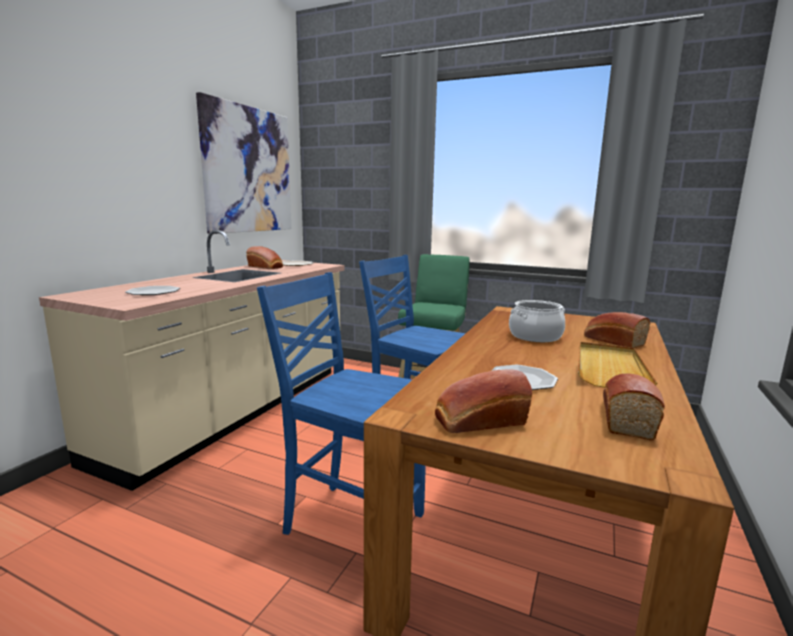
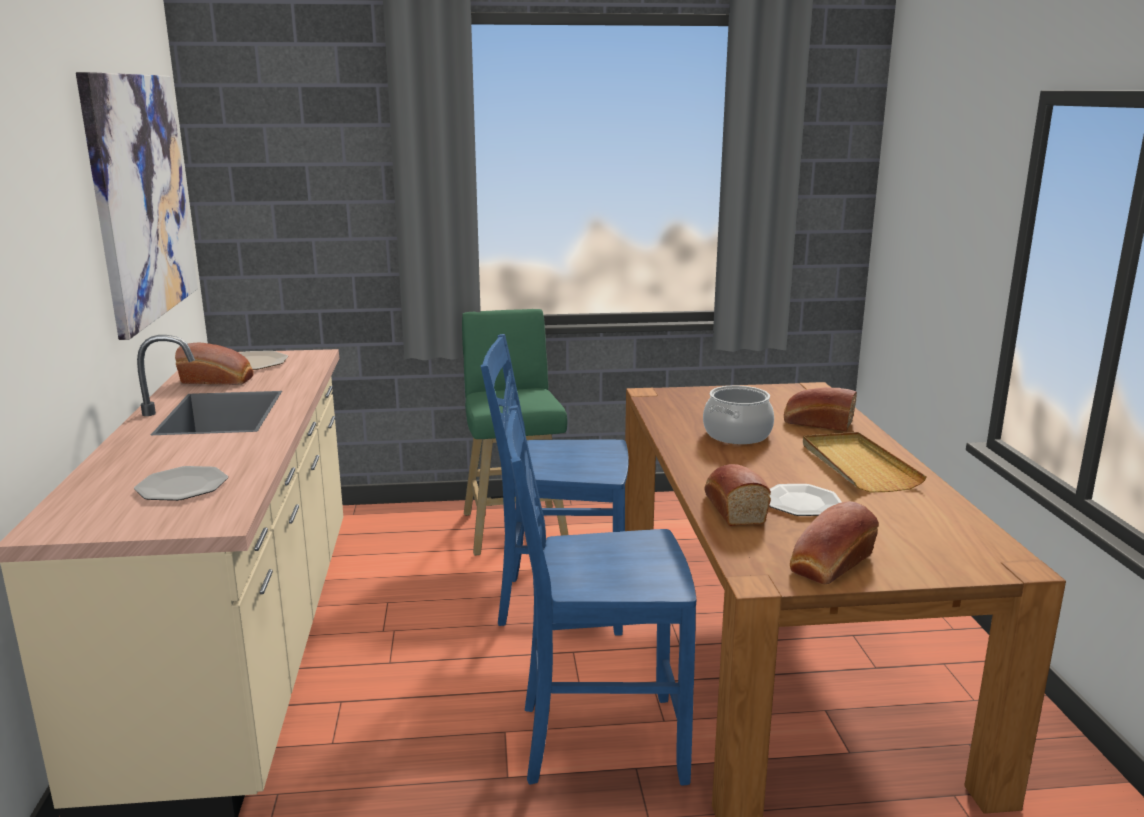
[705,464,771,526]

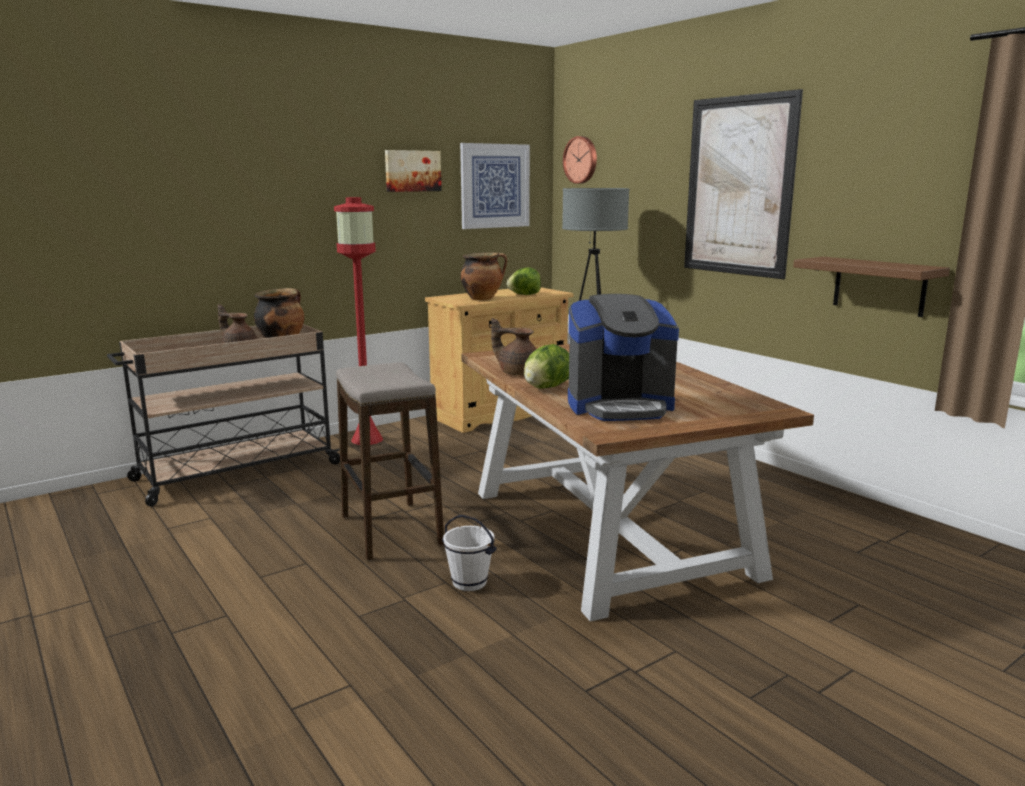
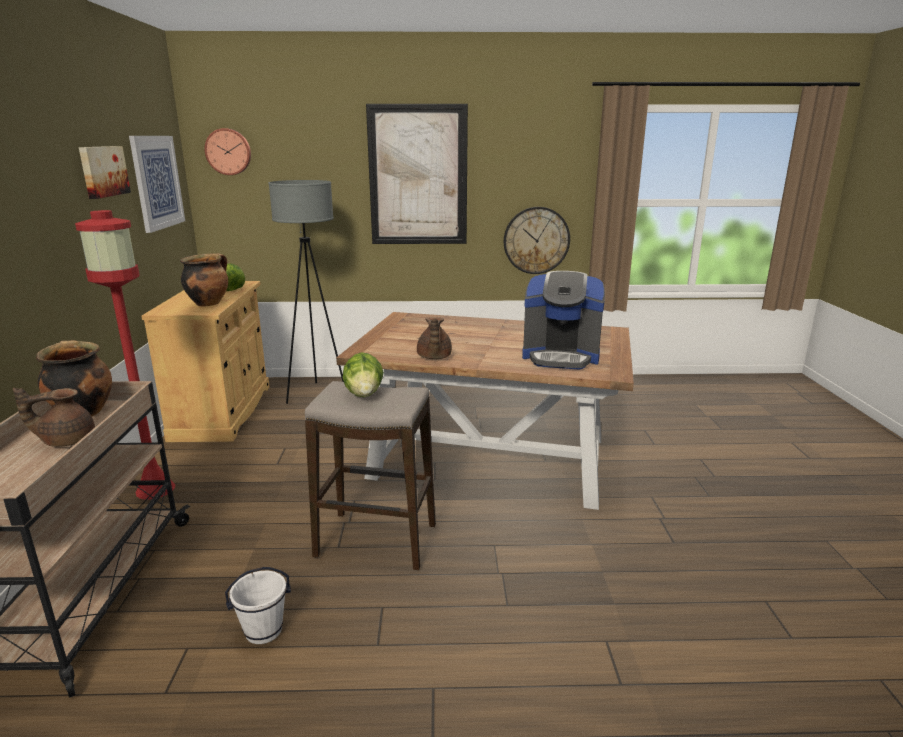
[225,567,291,644]
[417,317,452,359]
[342,352,384,397]
[522,271,605,369]
[504,207,570,274]

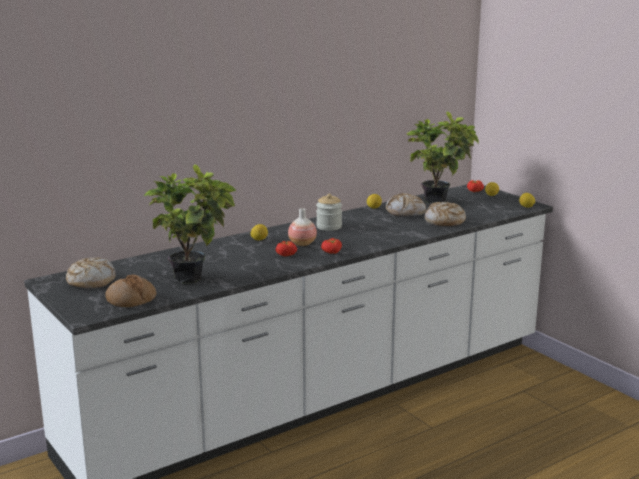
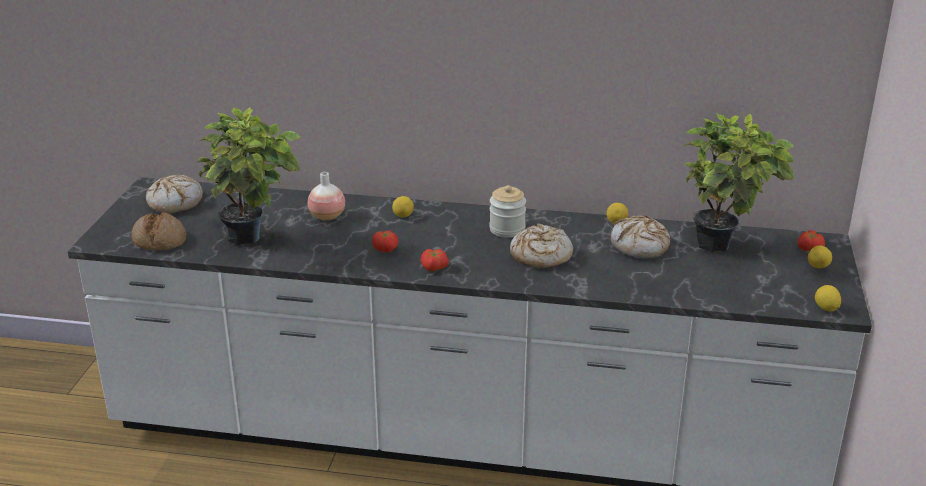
[308,172,345,221]
[510,223,573,268]

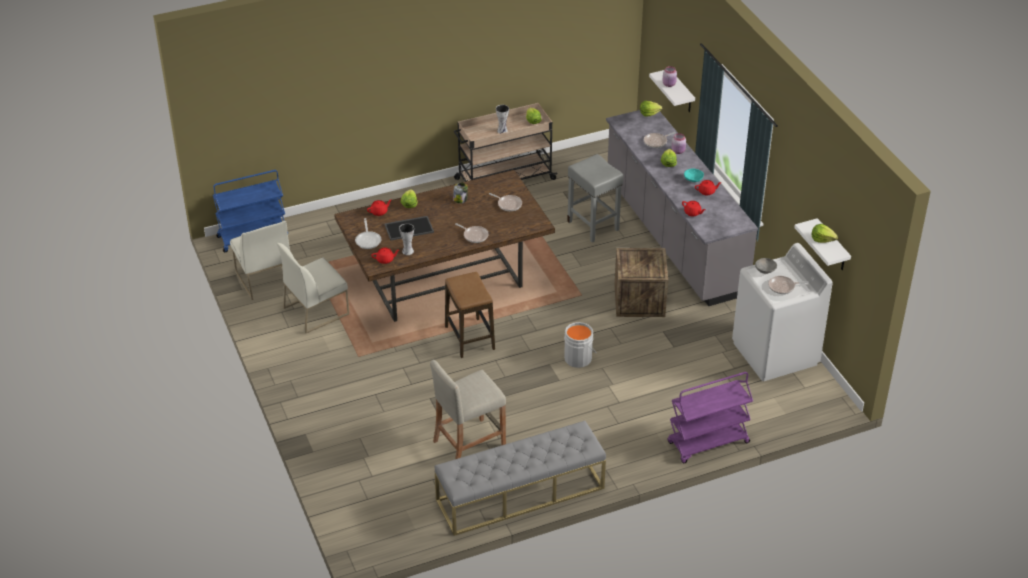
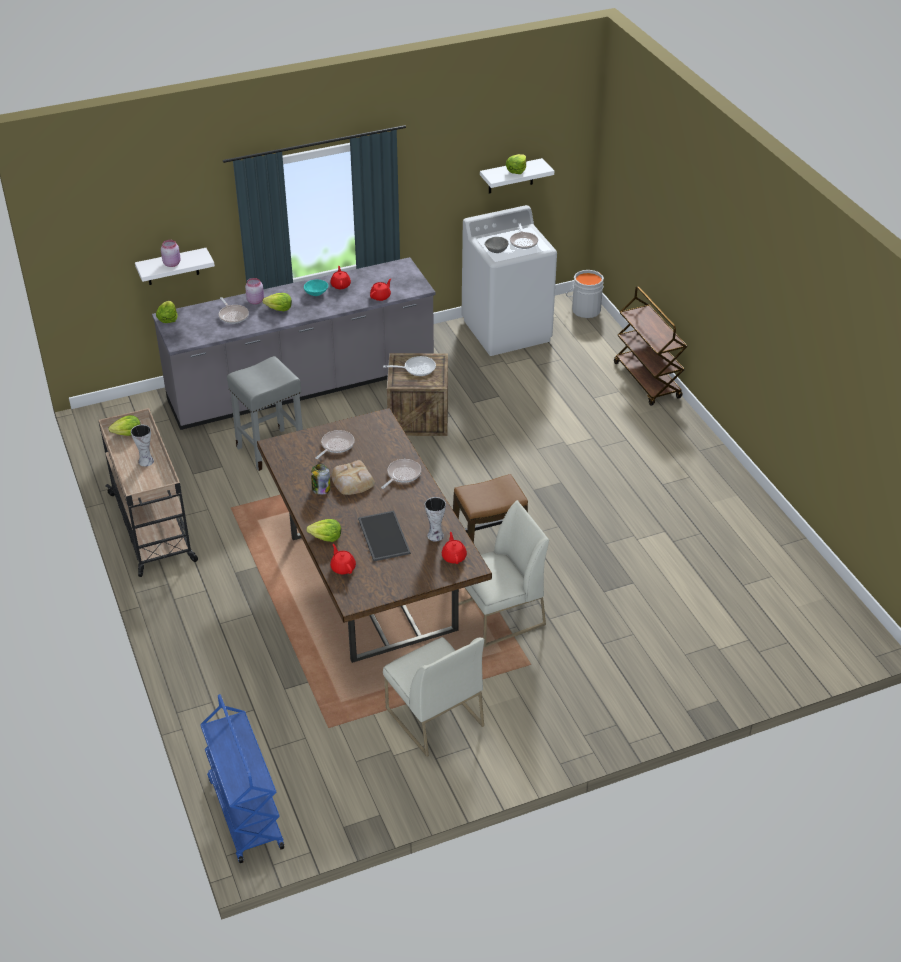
[459,500,549,647]
[383,356,436,376]
[430,360,506,459] (first image)
[434,421,606,536] (first image)
[566,270,604,318]
[614,286,688,406]
[331,460,375,495]

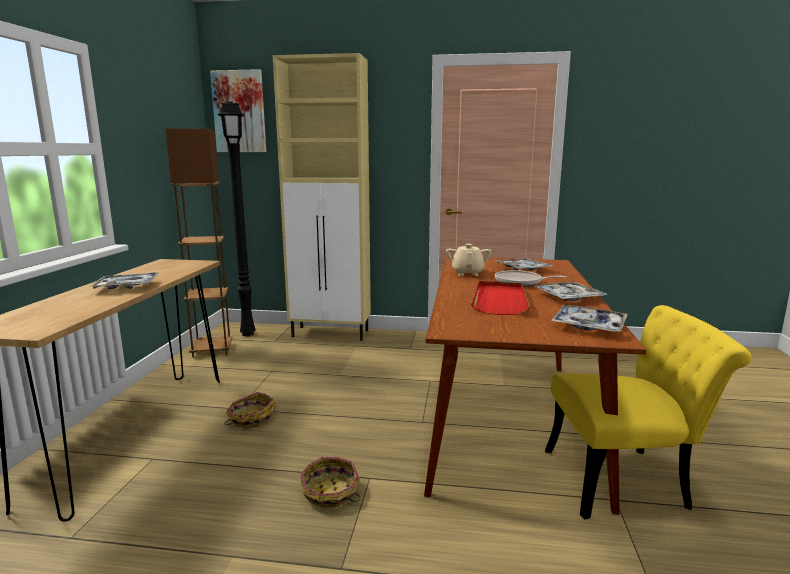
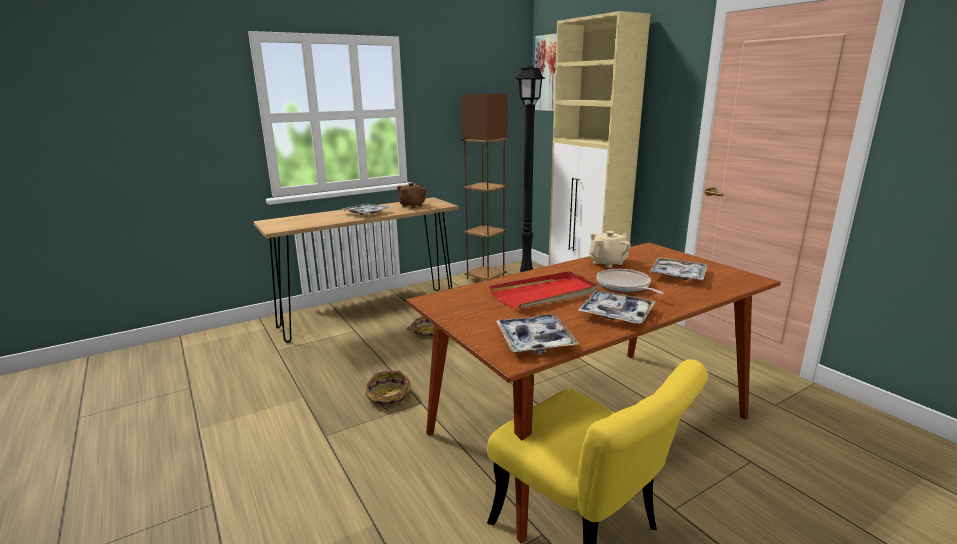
[397,183,426,208]

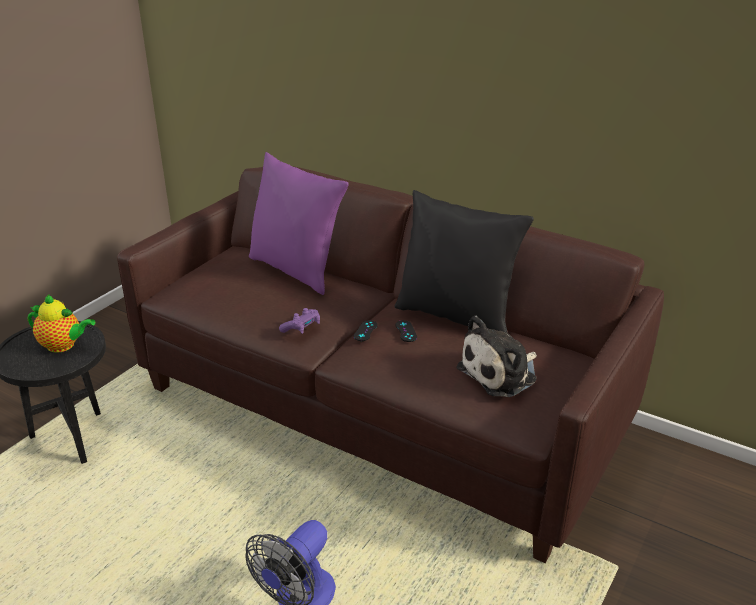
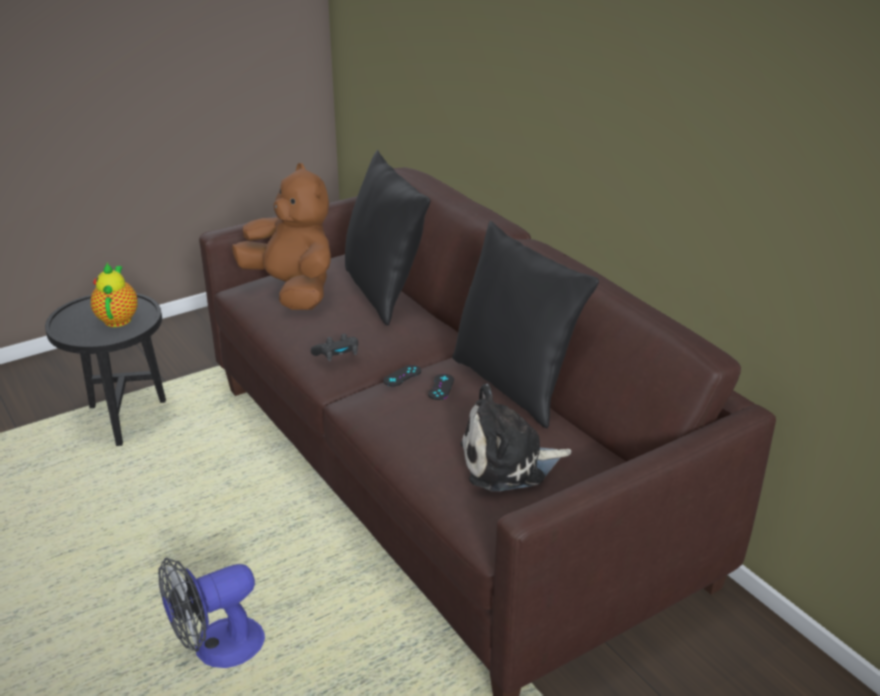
[91,262,138,327]
[345,150,430,326]
[311,334,358,361]
[232,163,331,310]

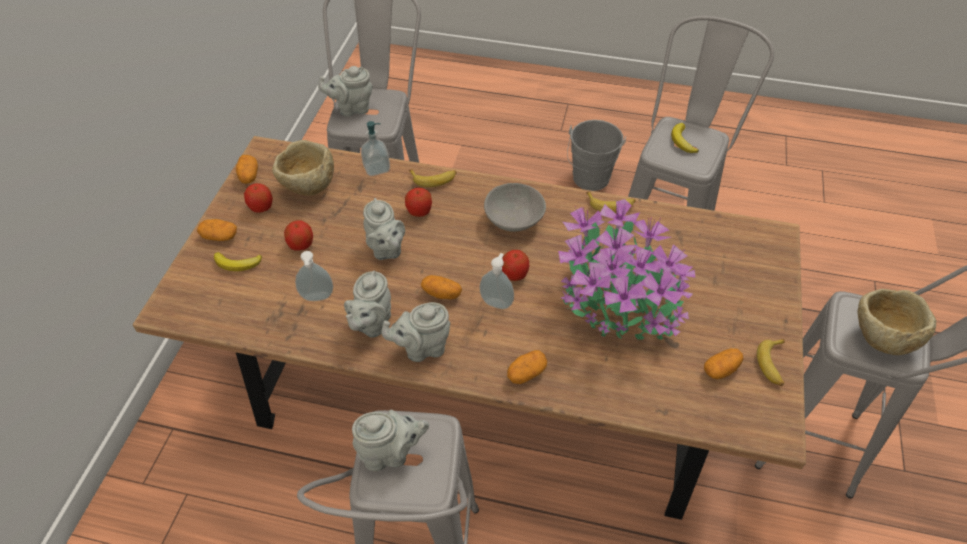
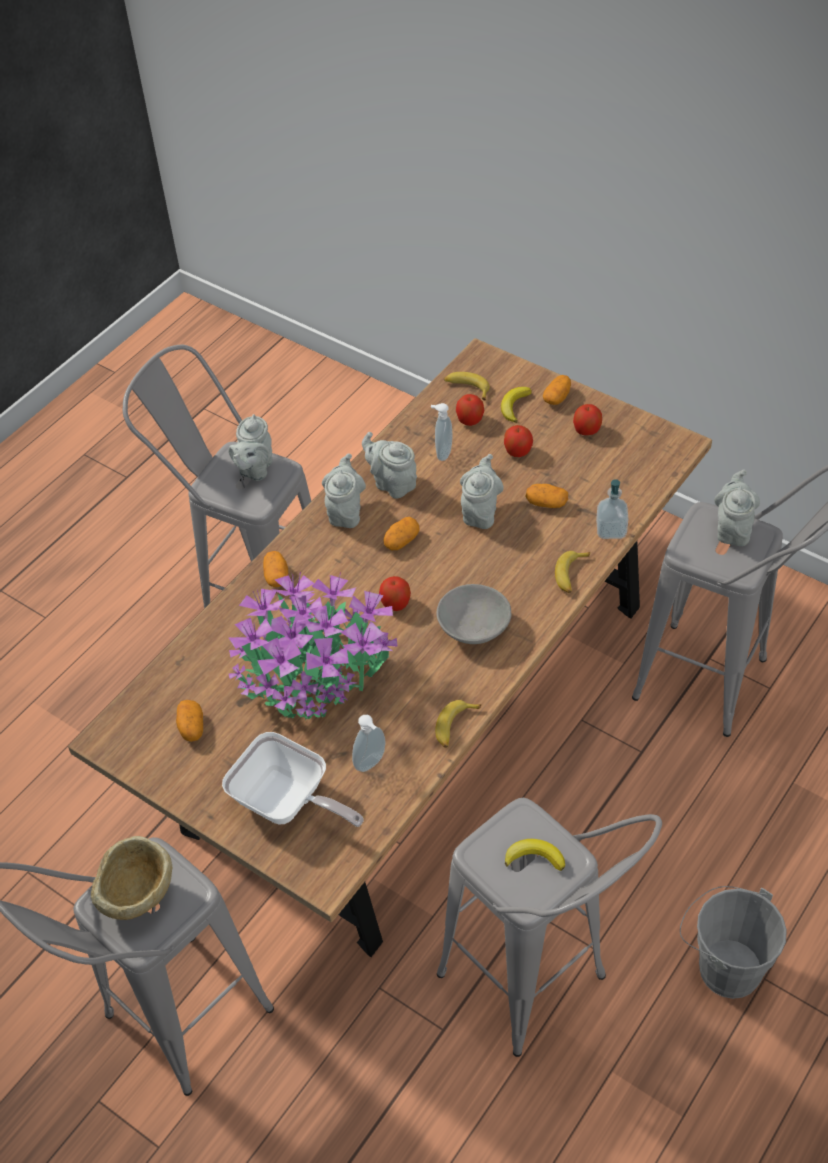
[525,484,568,508]
[272,140,334,196] (first image)
[460,454,504,529]
[456,394,485,426]
[352,715,386,772]
[444,372,490,400]
[222,732,363,827]

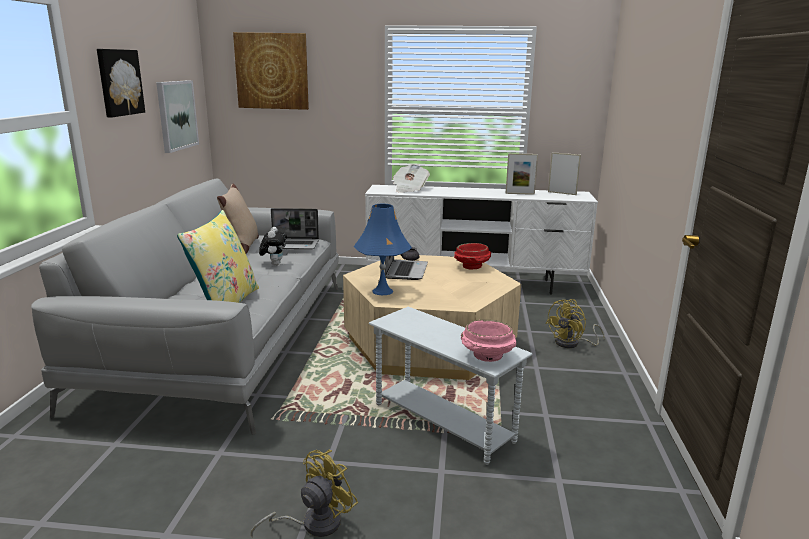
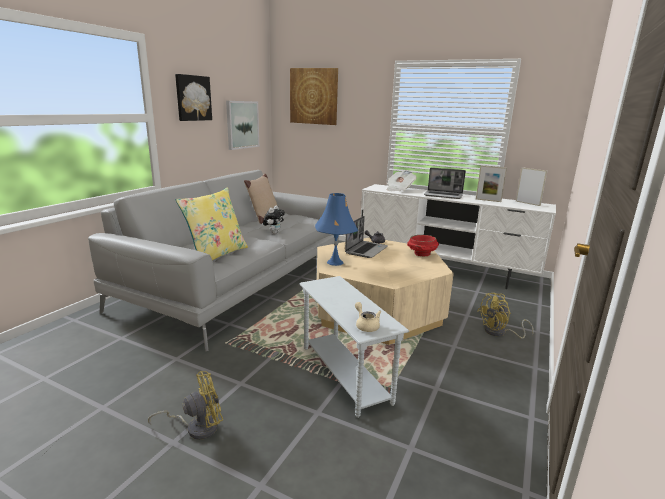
[424,168,466,199]
[355,302,381,332]

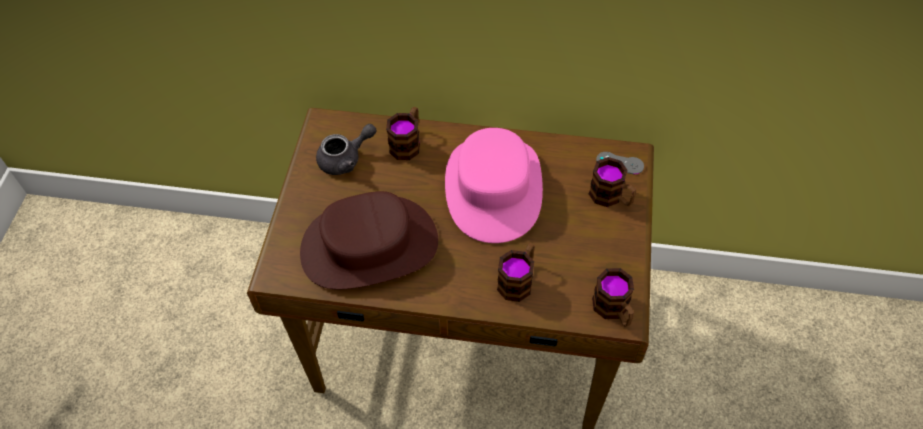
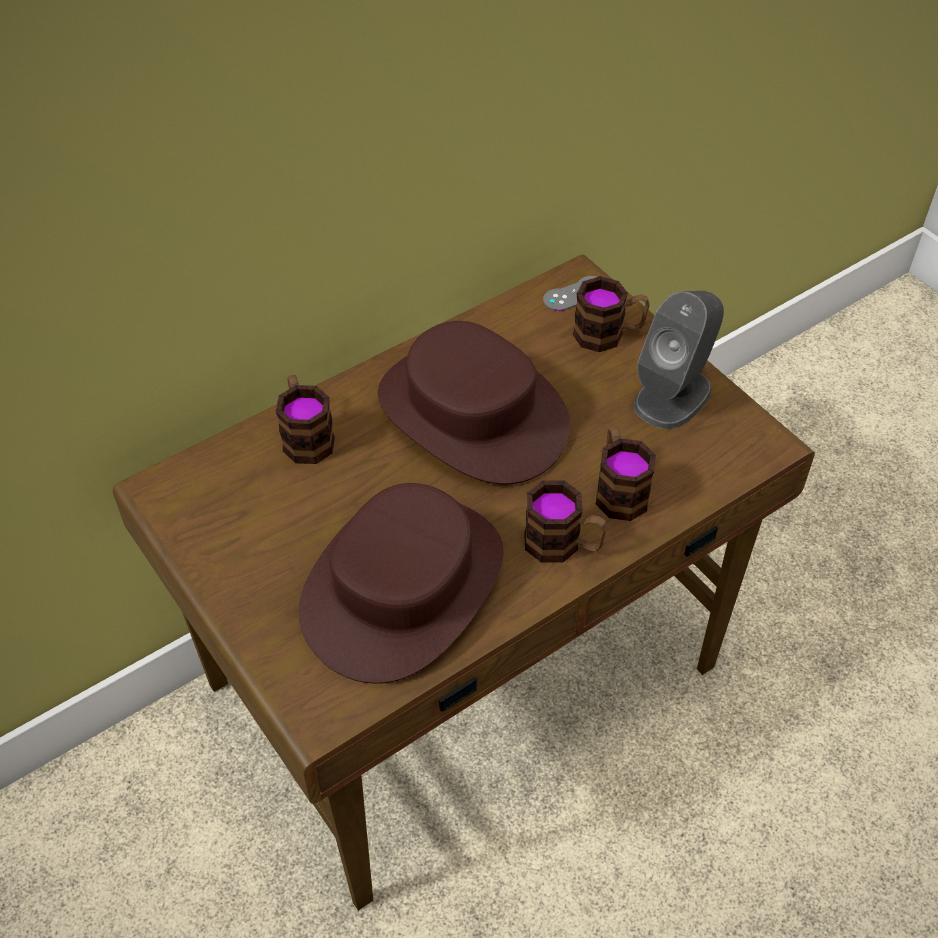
[316,124,376,175] (first image)
[378,321,570,484]
[524,481,607,563]
[634,291,724,429]

